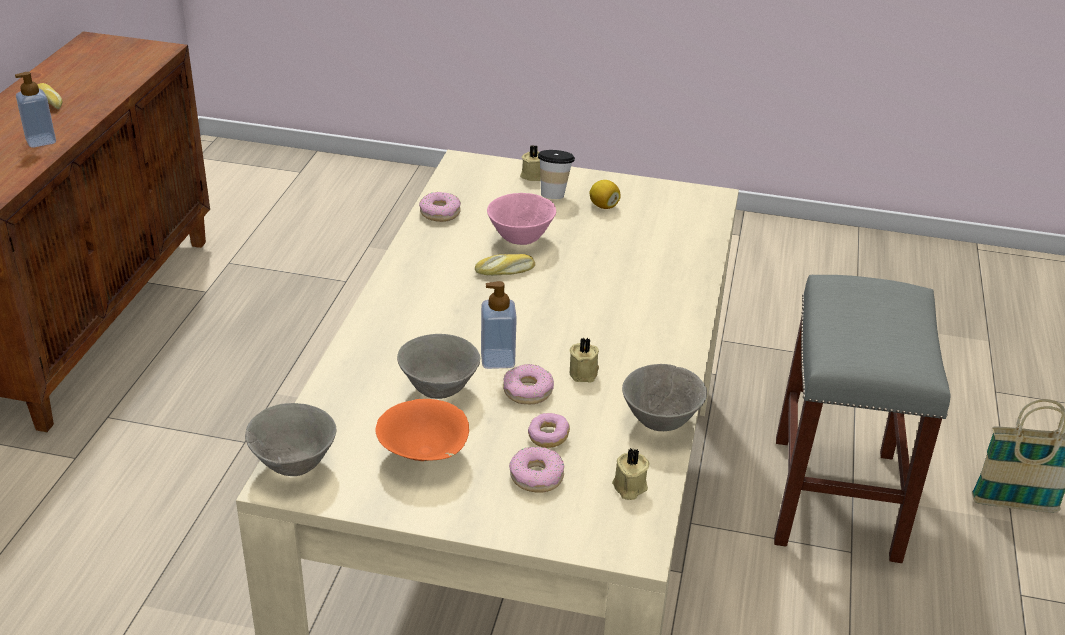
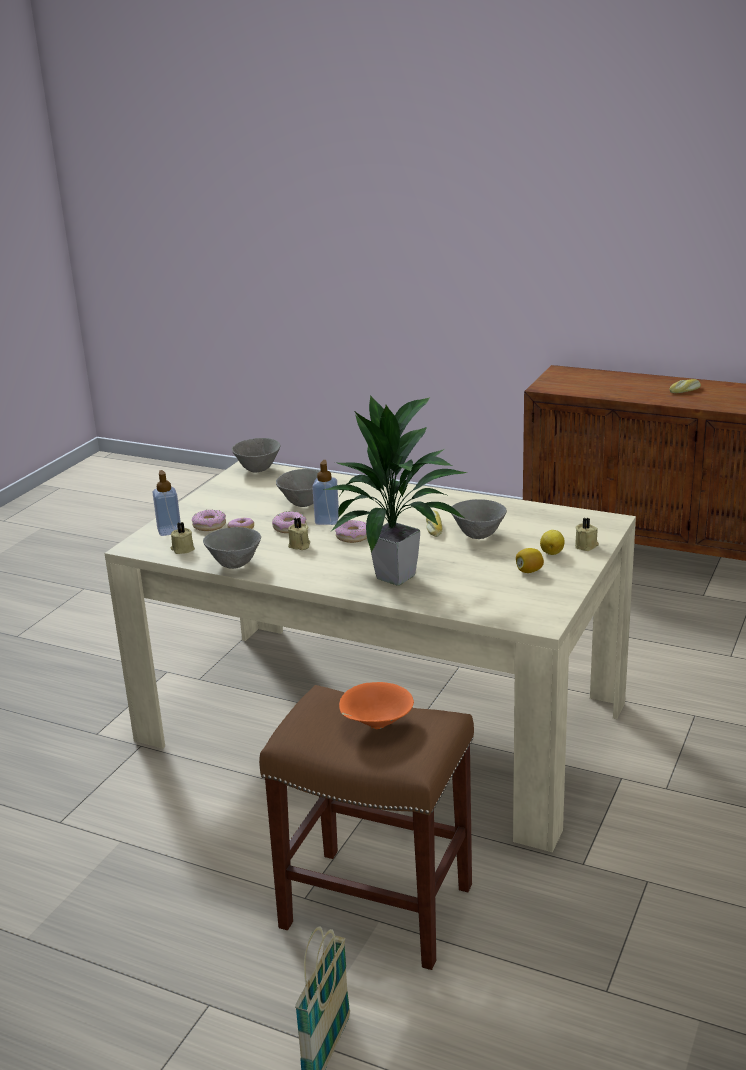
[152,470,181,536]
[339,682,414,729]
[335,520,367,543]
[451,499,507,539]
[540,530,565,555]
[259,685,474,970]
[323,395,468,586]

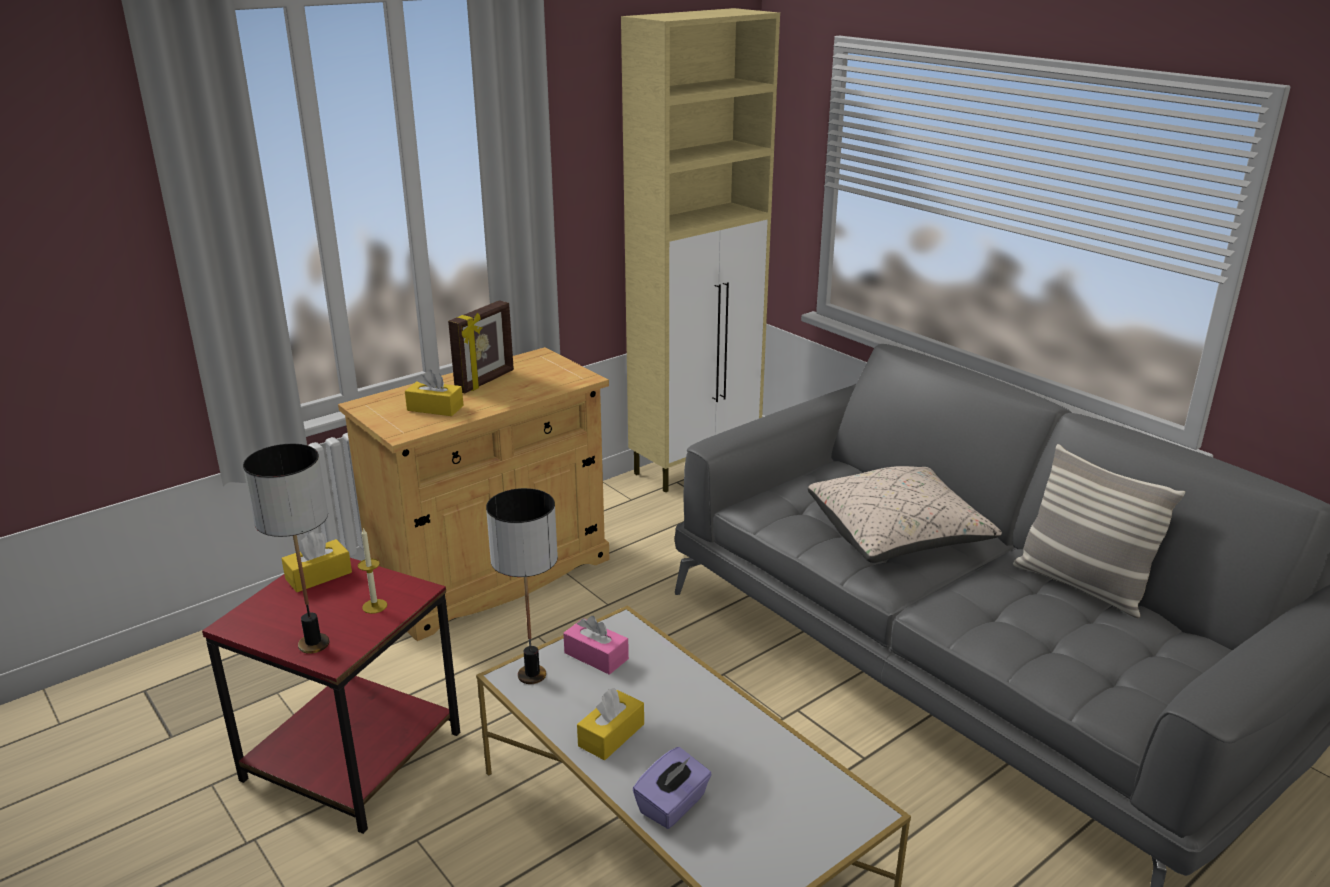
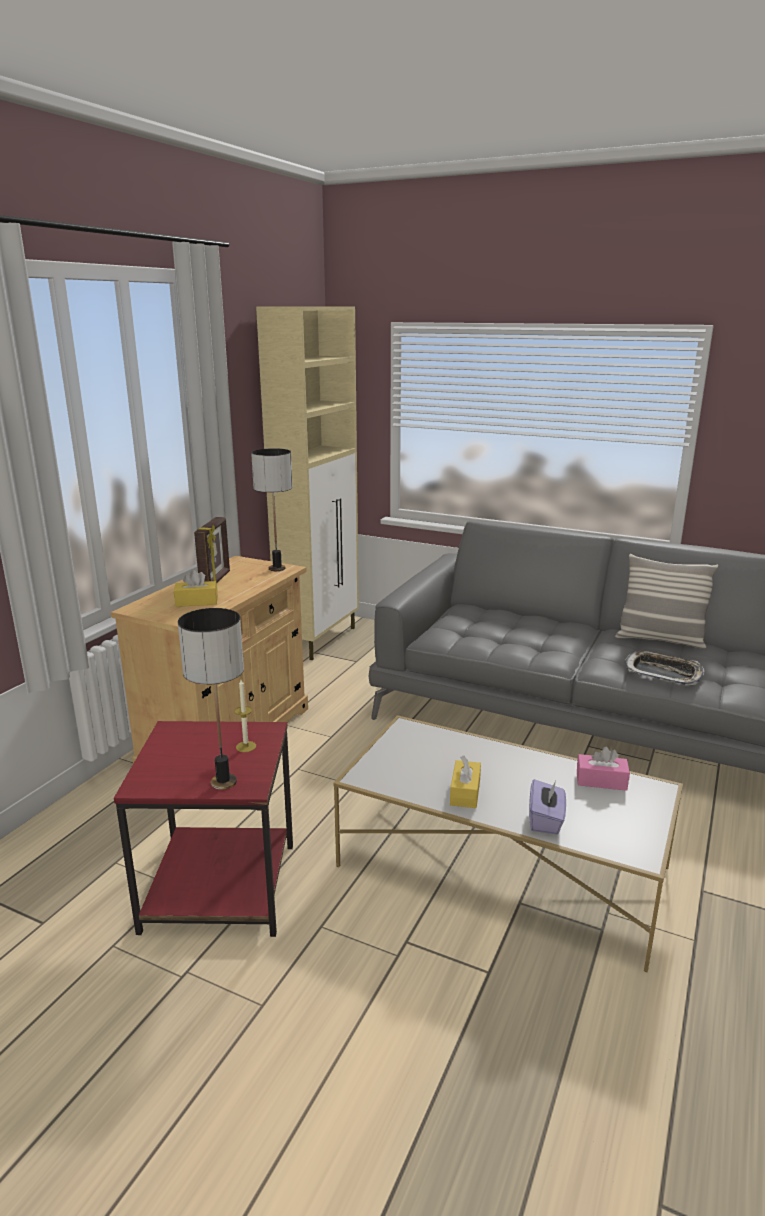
[281,532,352,592] (first image)
[251,448,293,571]
[577,747,630,791]
[808,466,1002,563] (first image)
[625,651,704,685]

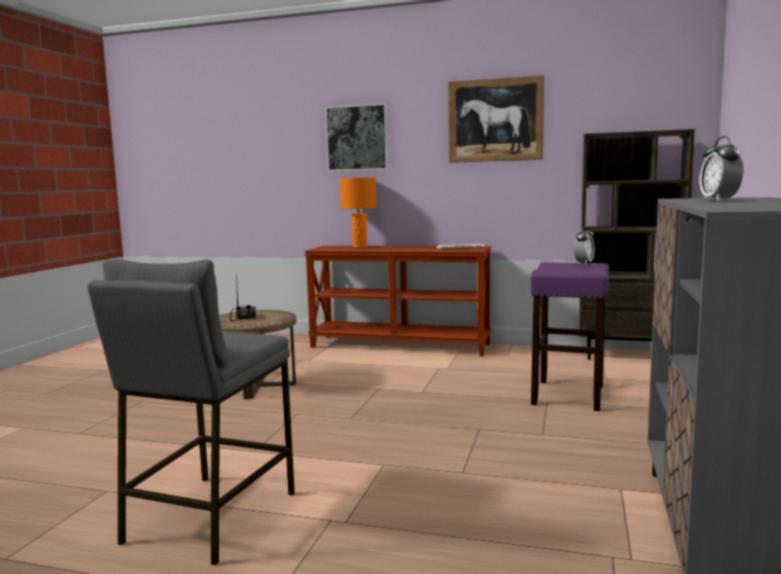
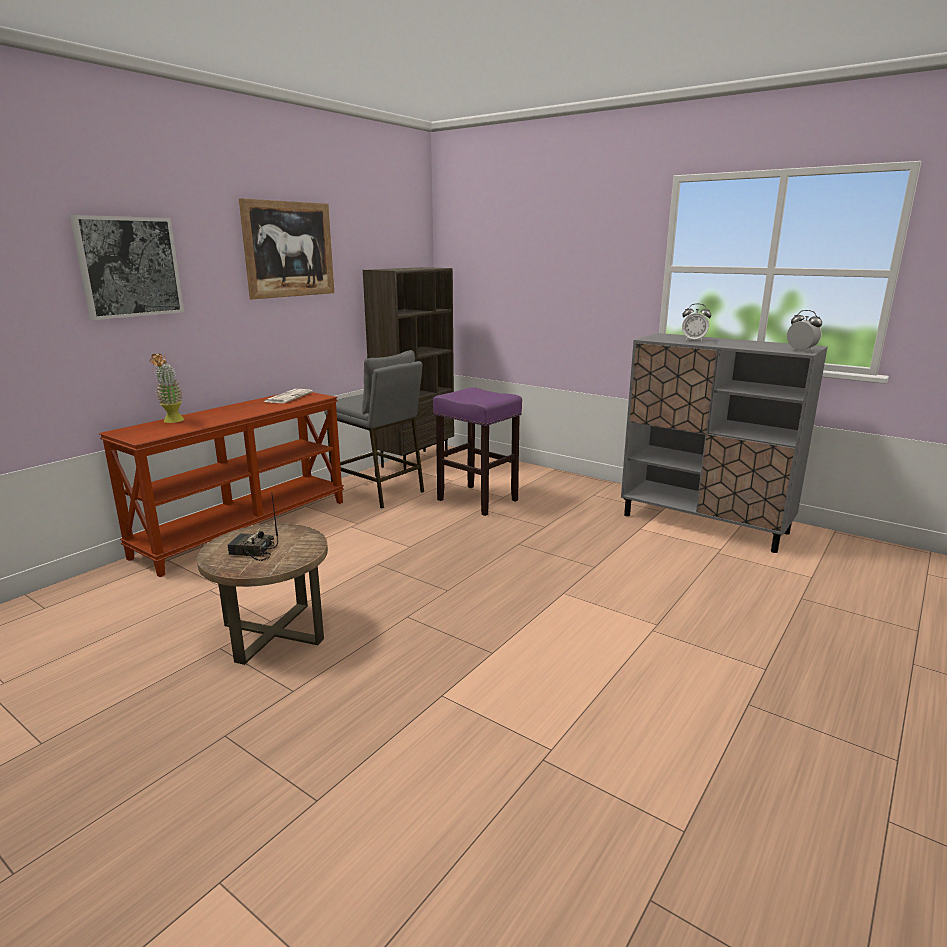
[324,350,424,508]
[149,353,184,423]
[787,310,822,351]

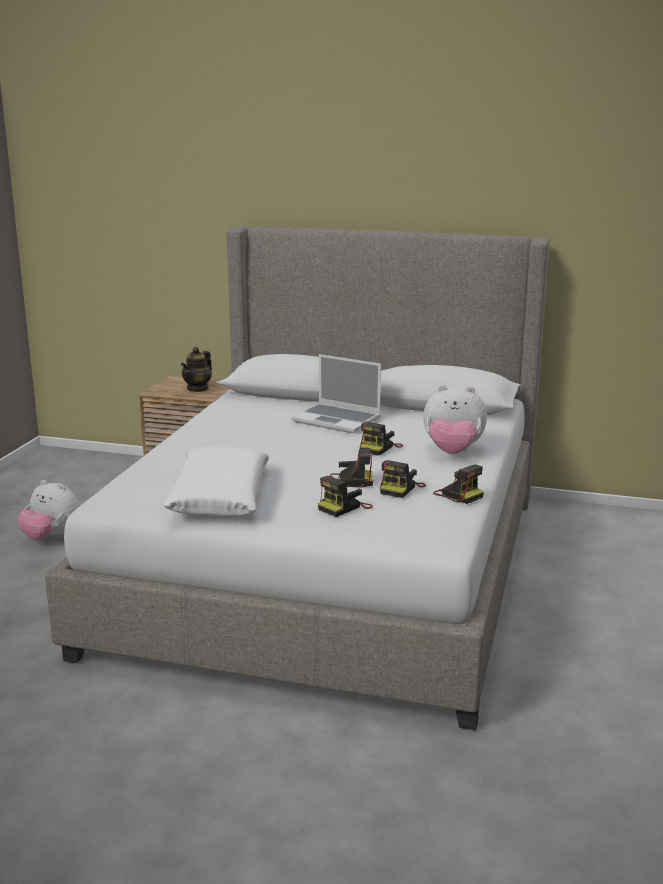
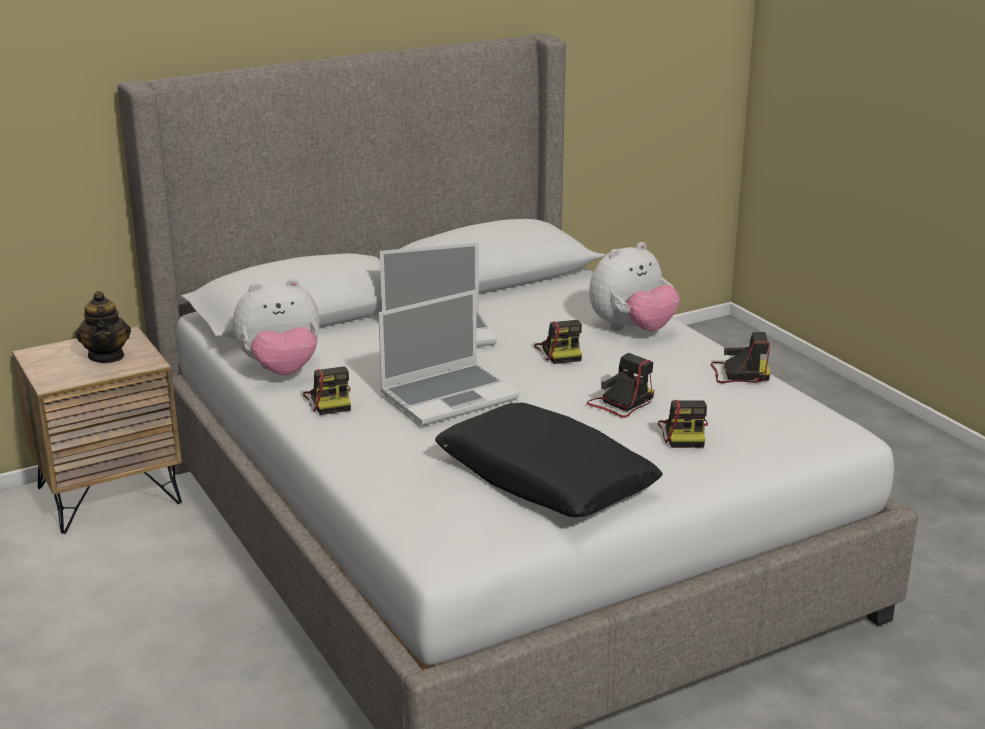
[233,279,320,375]
[435,403,663,517]
[303,366,351,415]
[378,290,519,426]

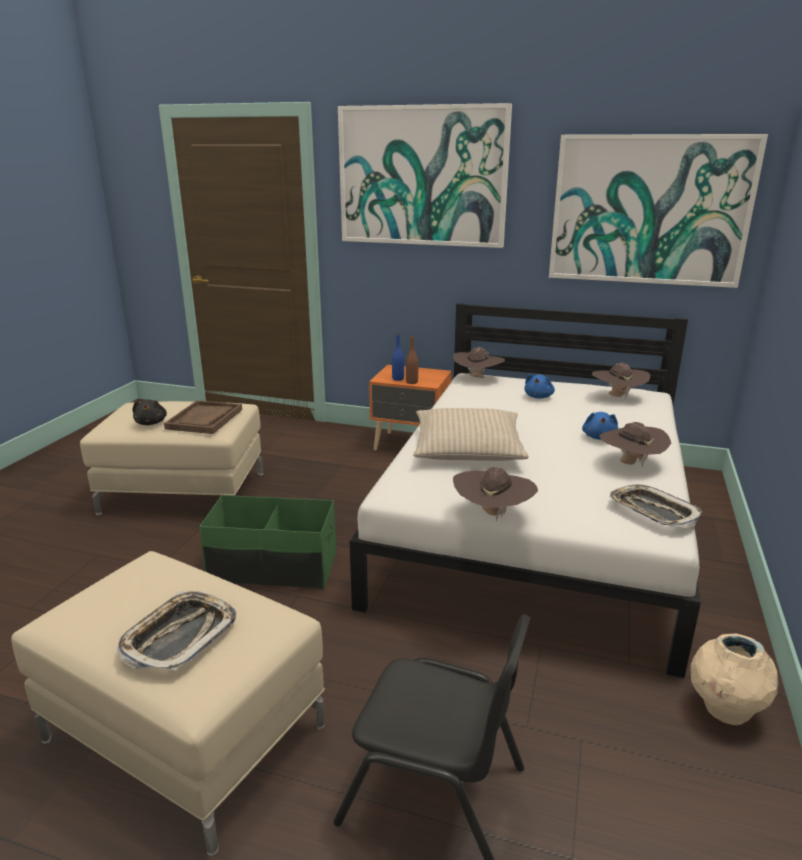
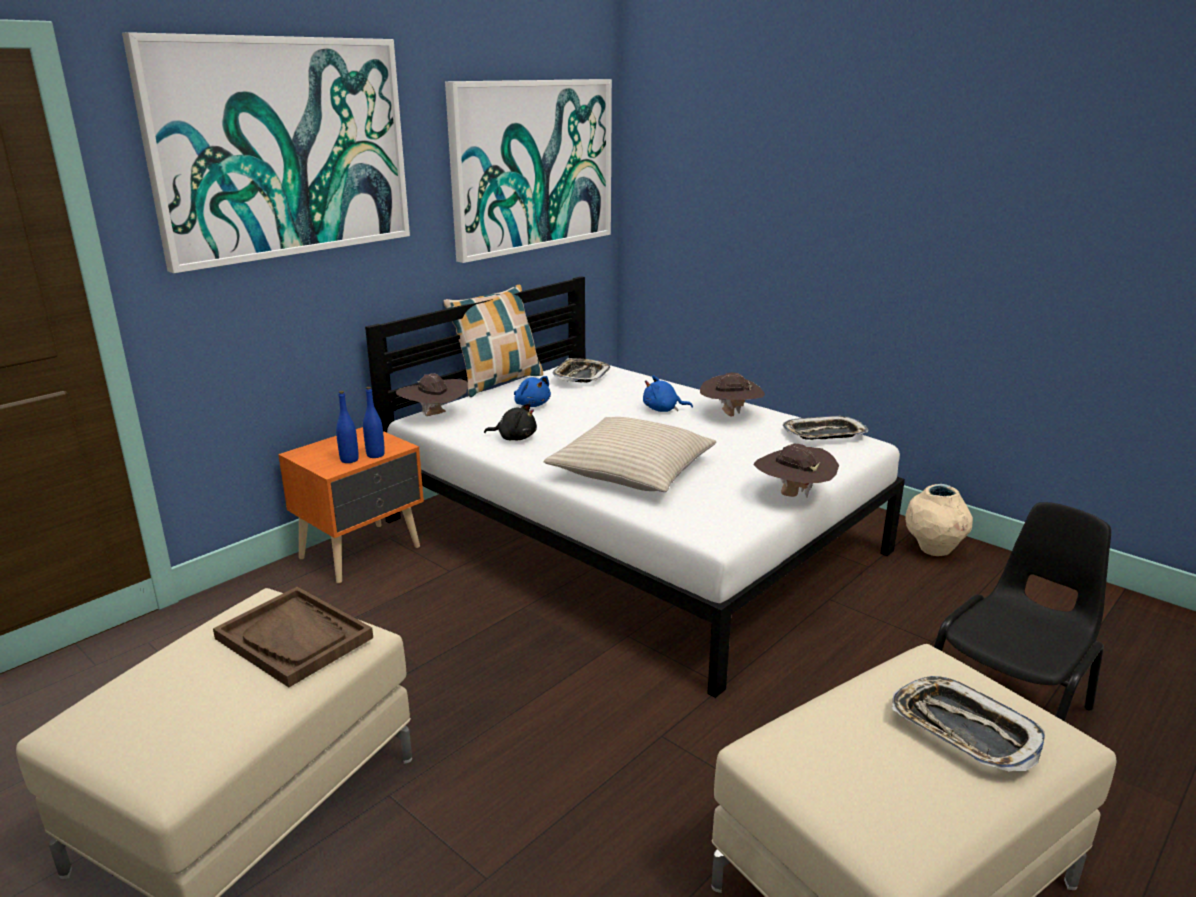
[484,403,537,440]
[199,495,336,589] (first image)
[363,387,385,458]
[643,375,693,412]
[553,358,610,383]
[443,285,543,397]

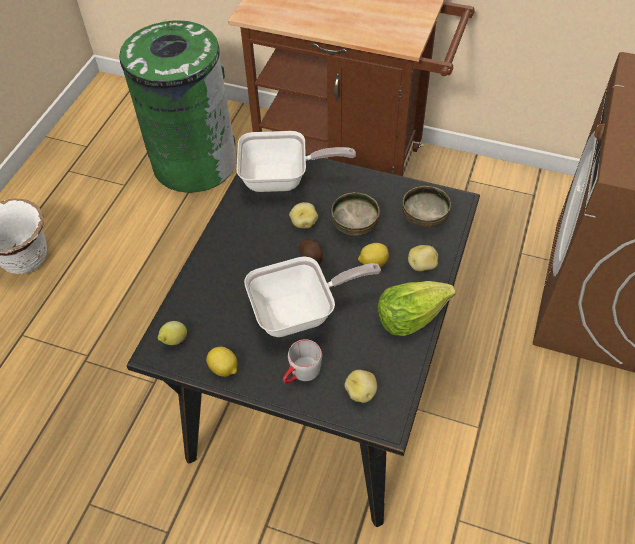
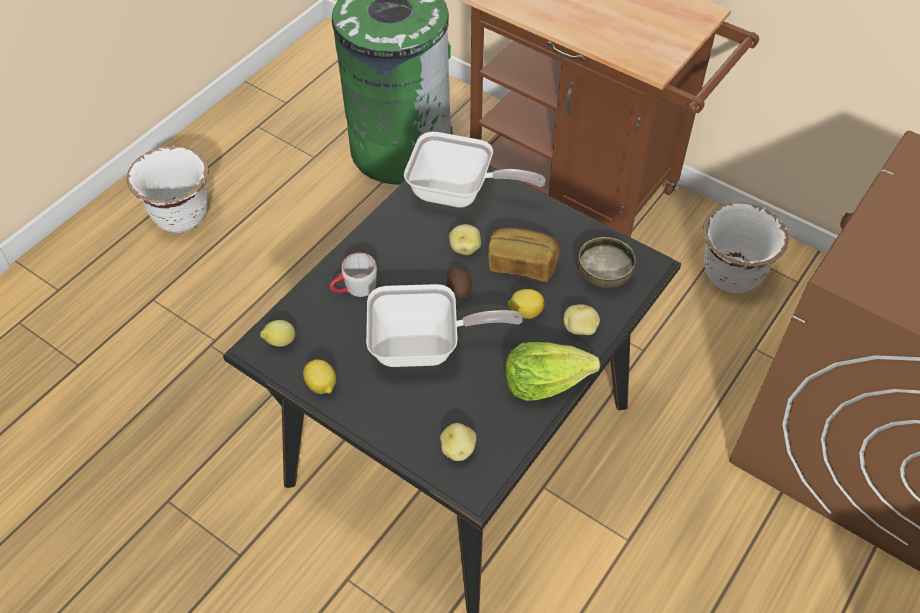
[330,253,377,297]
[488,228,560,282]
[703,202,789,293]

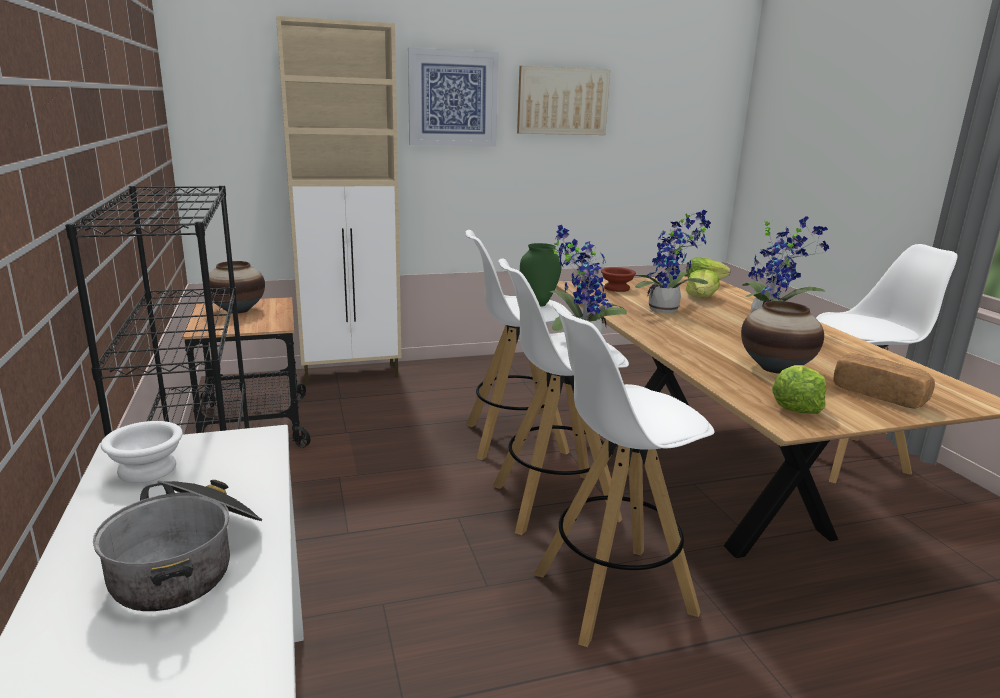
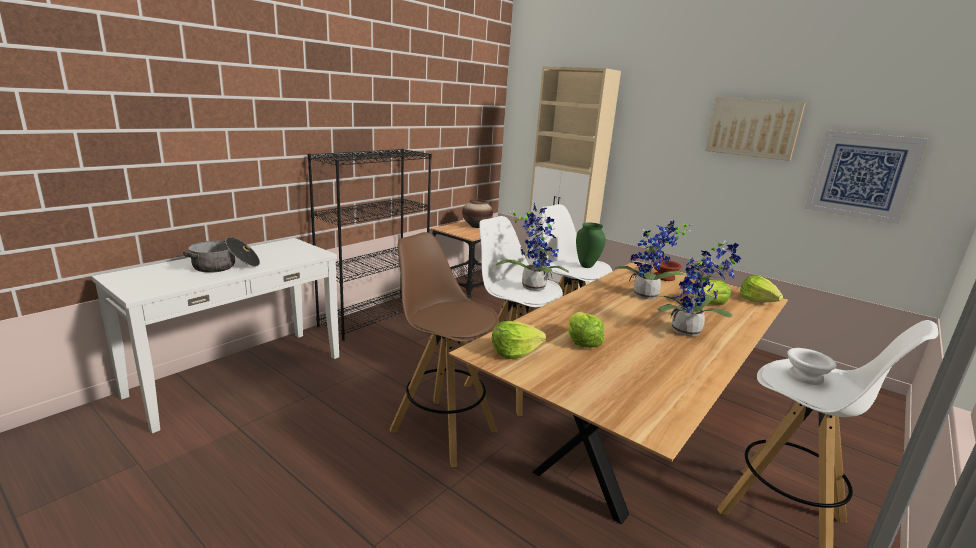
[787,348,836,385]
[805,130,928,224]
[390,232,499,467]
[568,312,605,348]
[833,354,935,409] (first image)

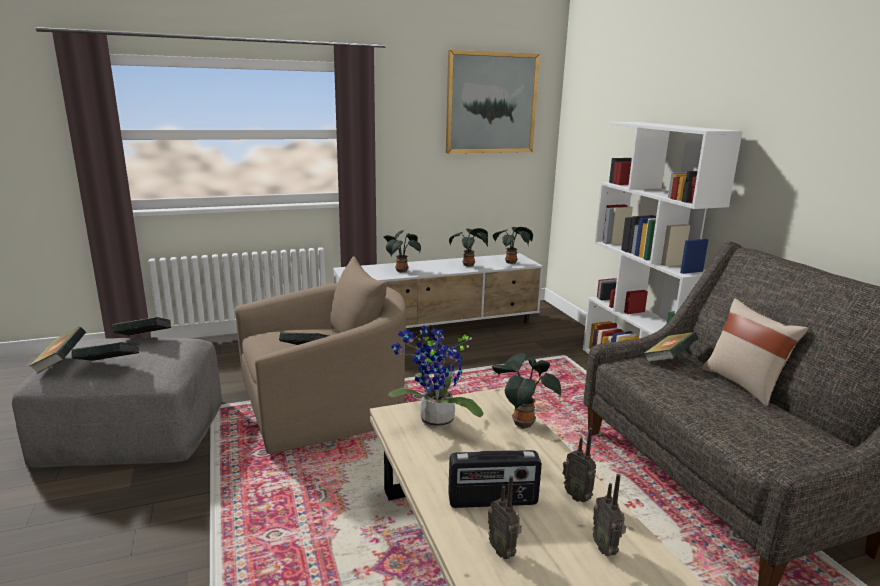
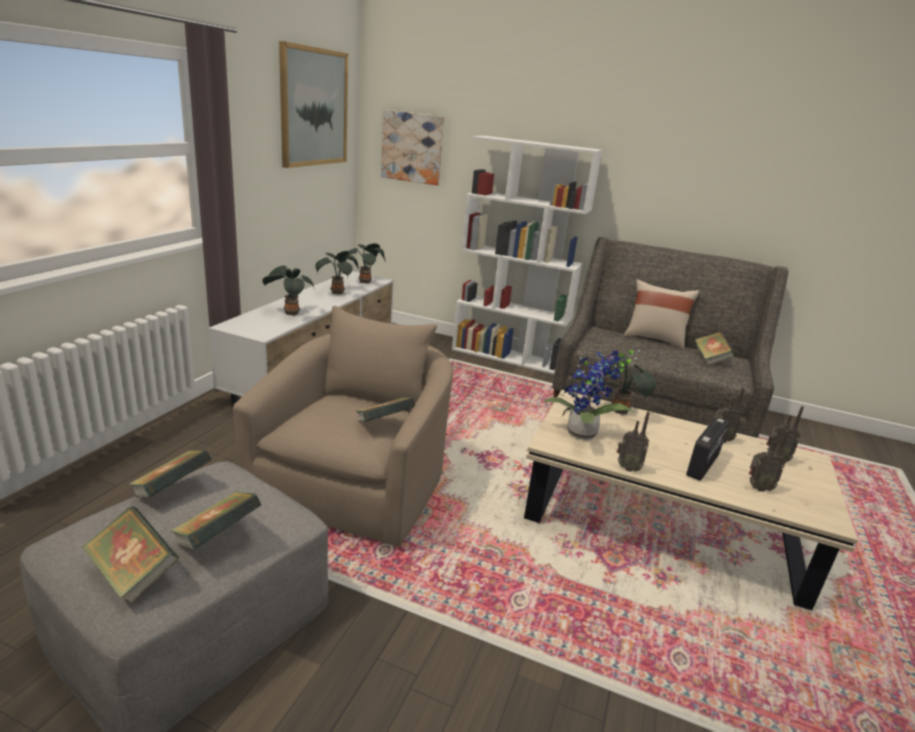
[695,332,735,365]
[381,110,444,185]
[617,411,650,472]

